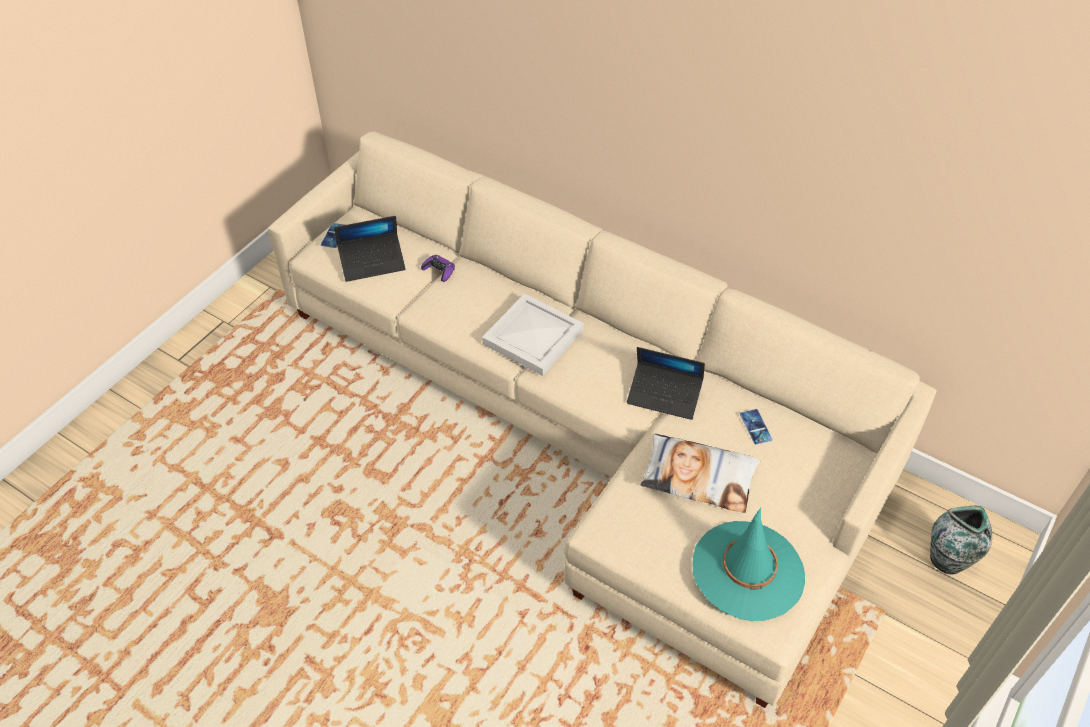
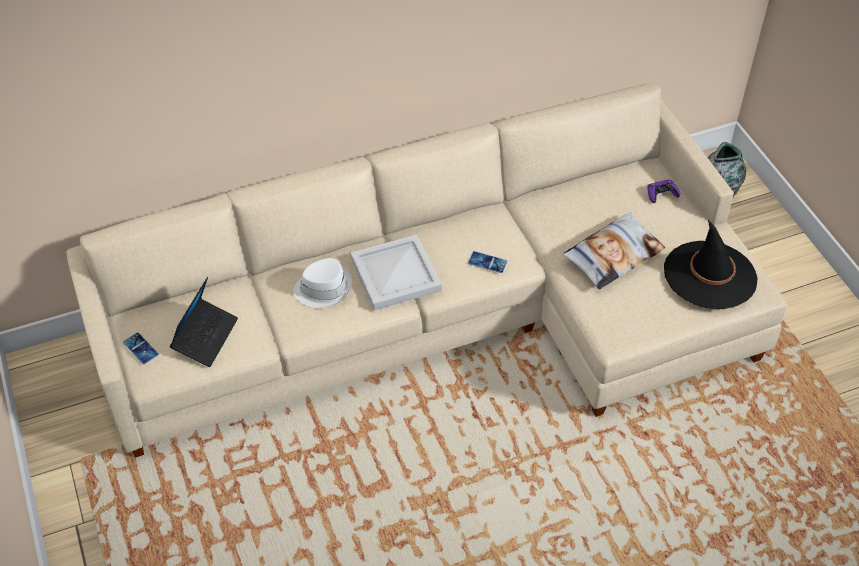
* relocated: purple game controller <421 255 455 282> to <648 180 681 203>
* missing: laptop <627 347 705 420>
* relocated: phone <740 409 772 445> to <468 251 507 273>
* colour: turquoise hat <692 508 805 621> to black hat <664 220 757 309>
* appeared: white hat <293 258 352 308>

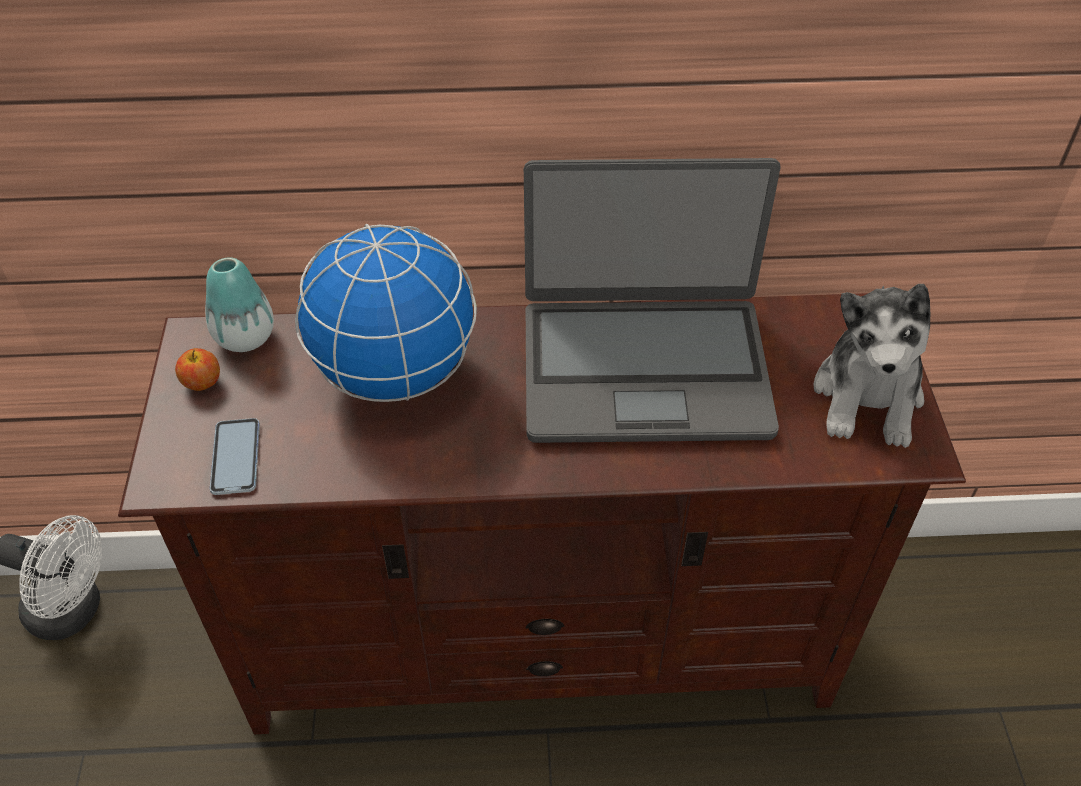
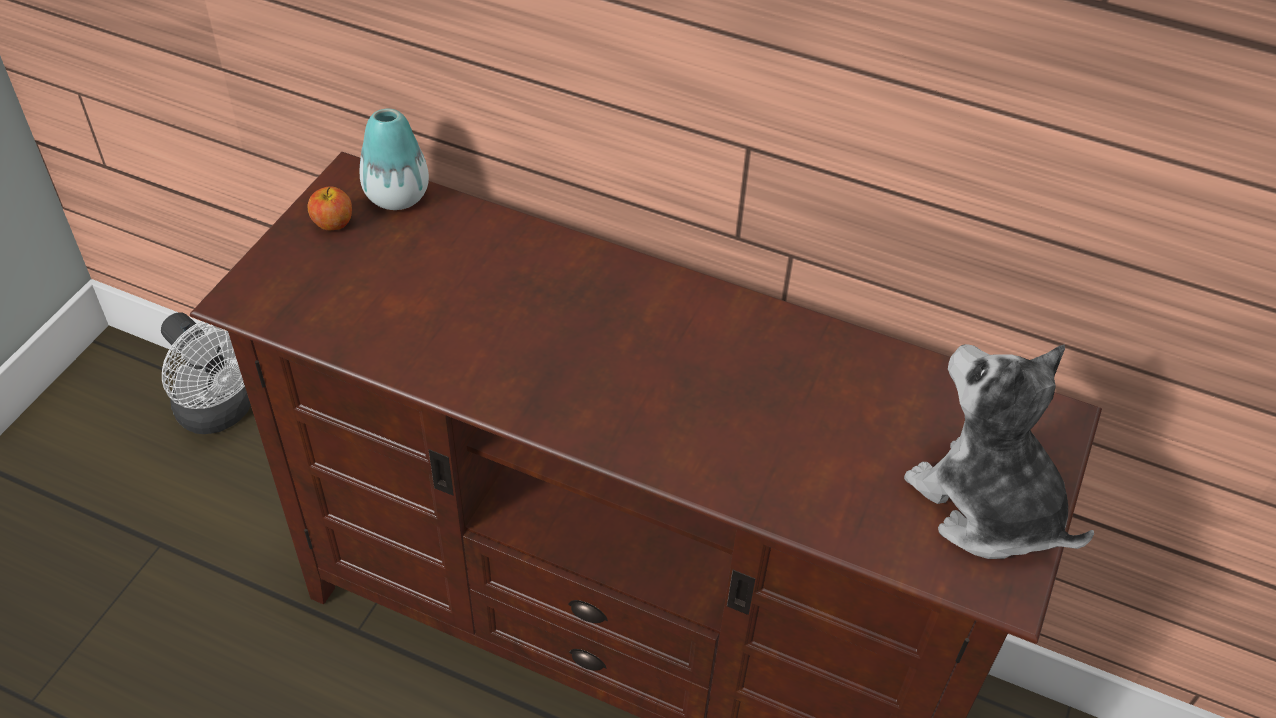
* missing: laptop <524 158 781 443>
* missing: globe <295 224 477 402>
* spun: plush toy <813 284 930 448> = <904 344 1094 559> 105 degrees clockwise
* missing: phone <210 418 260 495>

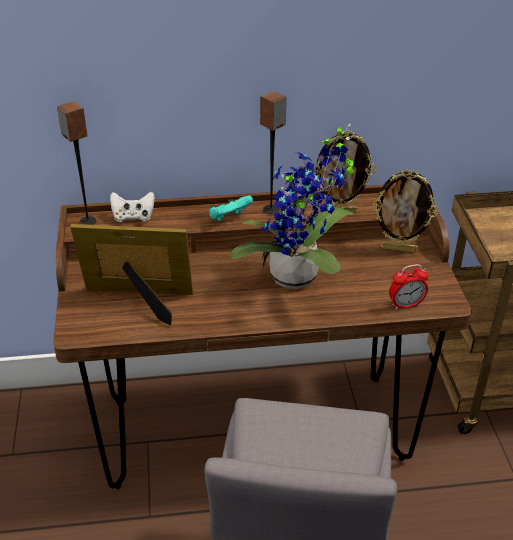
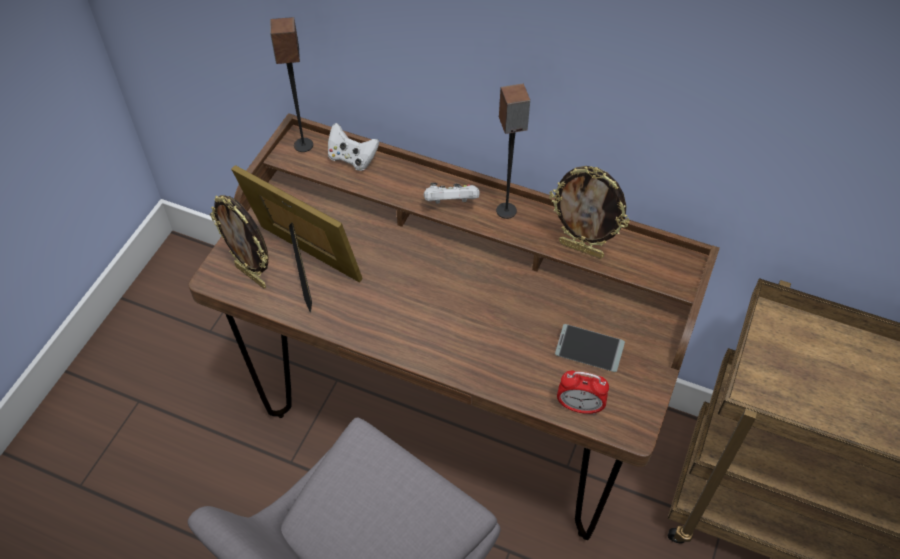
* missing: potted plant <230 124 354 289>
* relocated: picture frame <373 169 438 253> to <210 195 269 289>
* colour: turquoise game controller <210 196 253 221> to white game controller <424 183 480 204>
* appeared: phone <555 324 625 372>

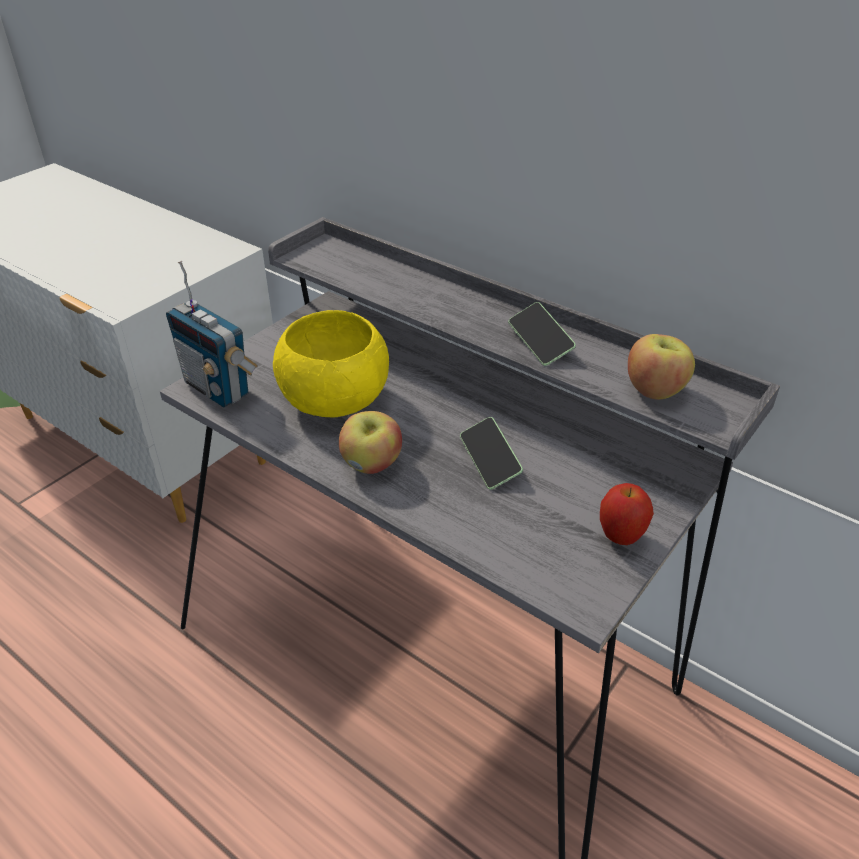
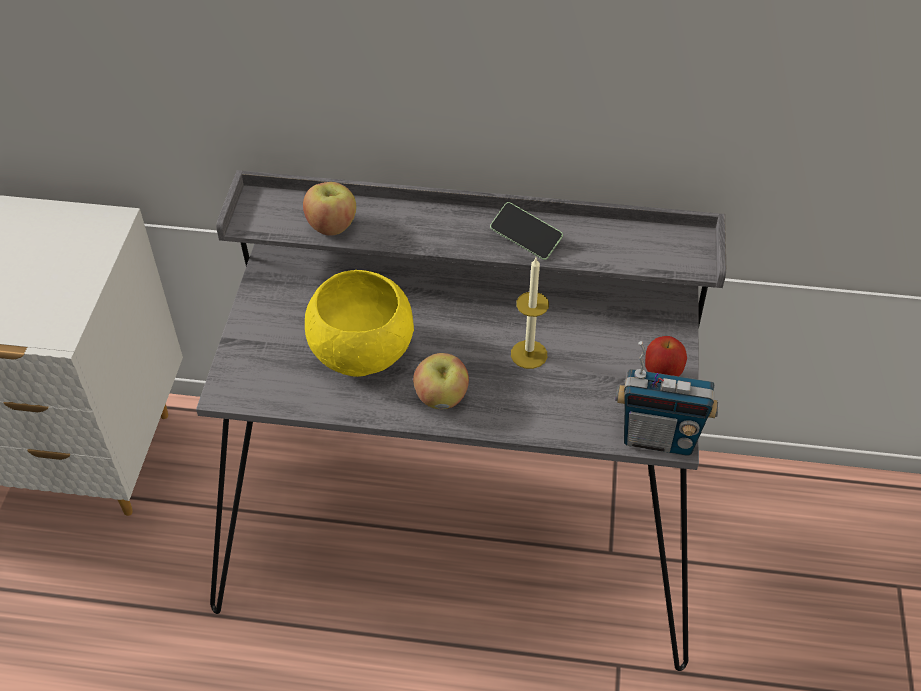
* relocated: radio <166 261 258 408> to <615 341 719 456>
* relocated: apple <628 334 695 400> to <303 182 356 236>
* exchanged: phone <460 417 523 490> to candle <511 258 549 369>

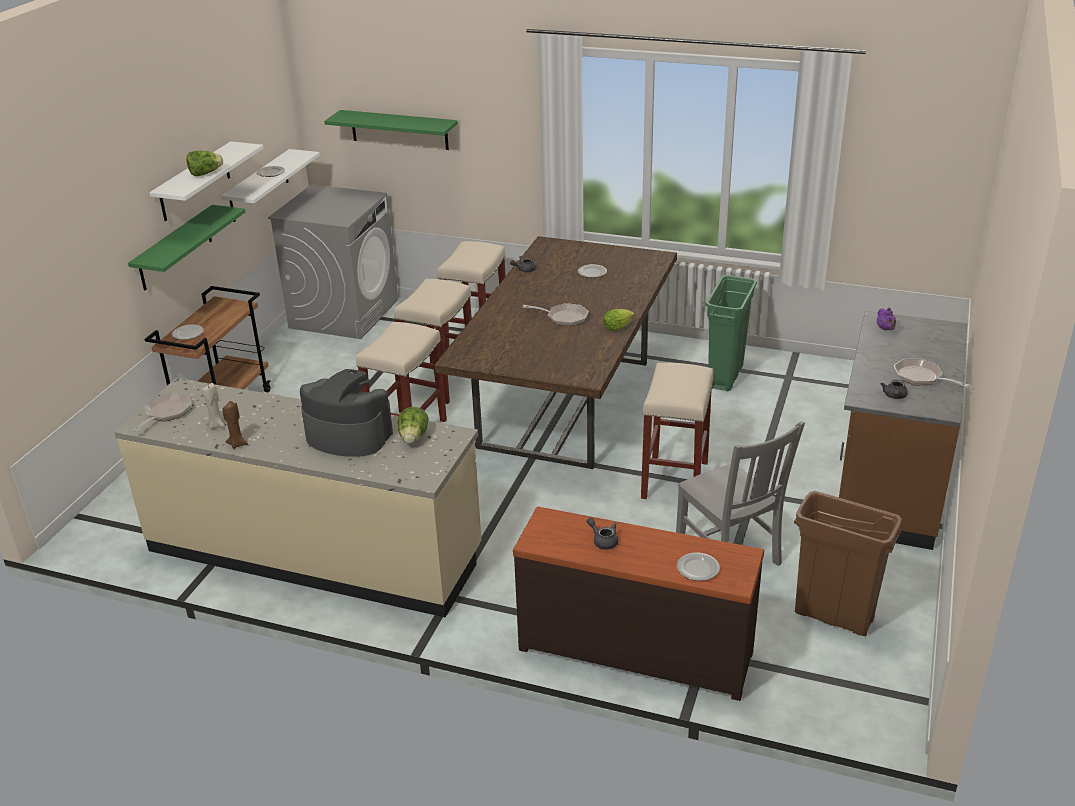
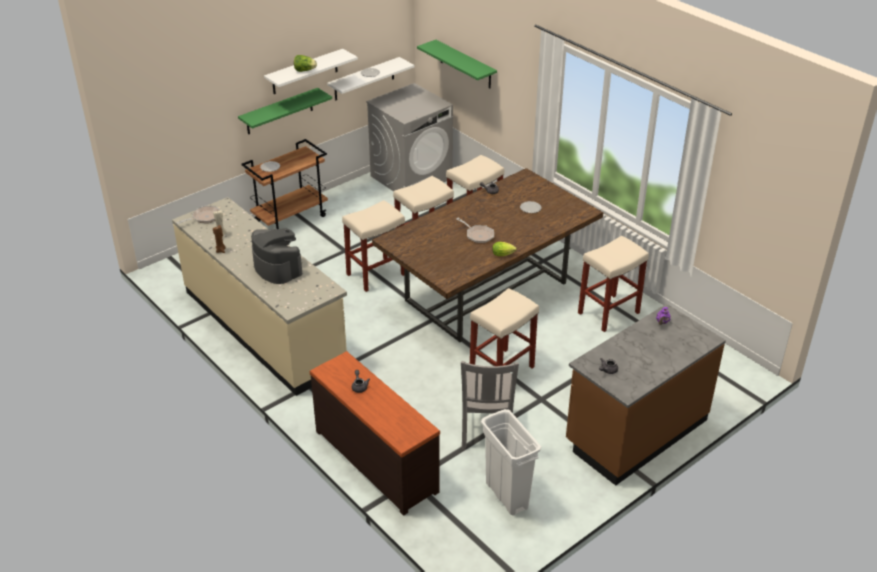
* exchanged: green trash can <706 275 757 392> to beige stool <578 236 649 332>
* missing: frying pan <894 359 970 388>
* missing: lettuce <398 407 429 444>
* colour: brown trash can <794 491 902 636> to white trash can <481 409 541 516>
* missing: plate <677 552 720 581>

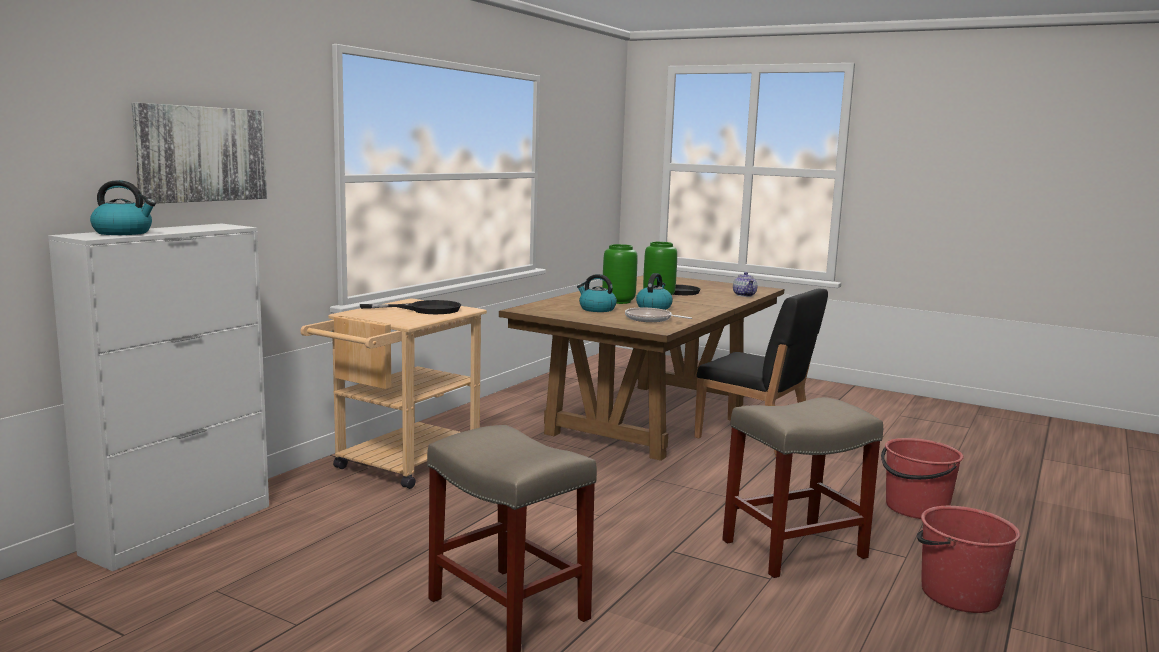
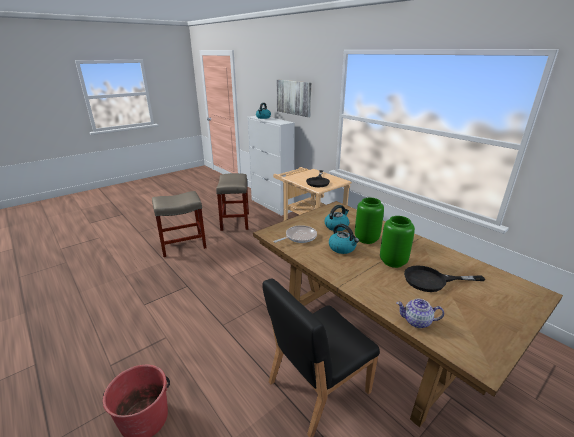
* relocated: beige stool <722 397 883 578> to <216 173 249 231>
* missing: red bucket <917 506 1020 613>

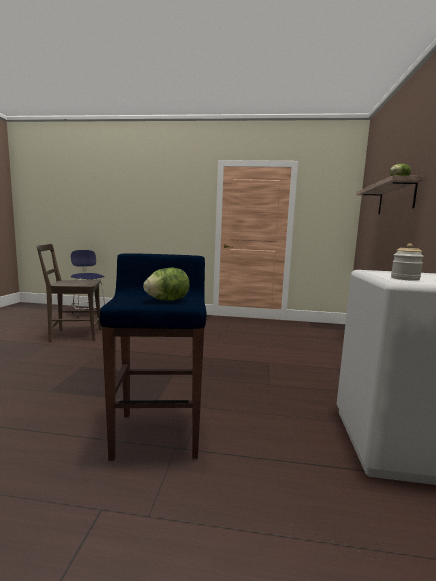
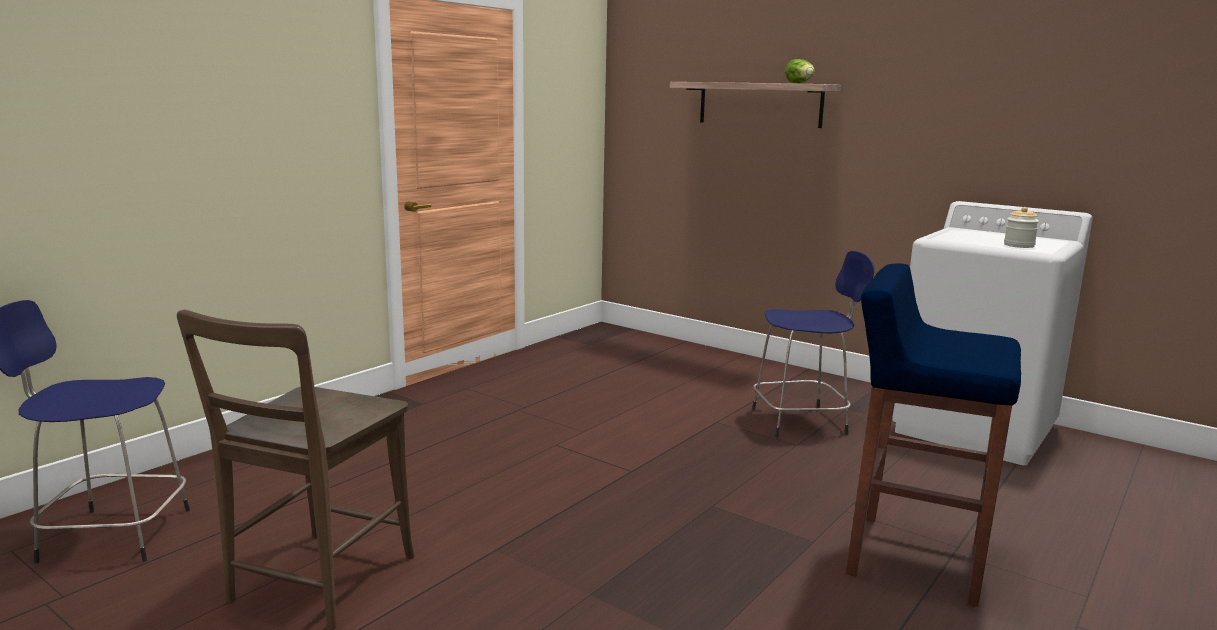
* missing: lettuce <143 268 190 301>
* appeared: blue stool <752 251 874 438>

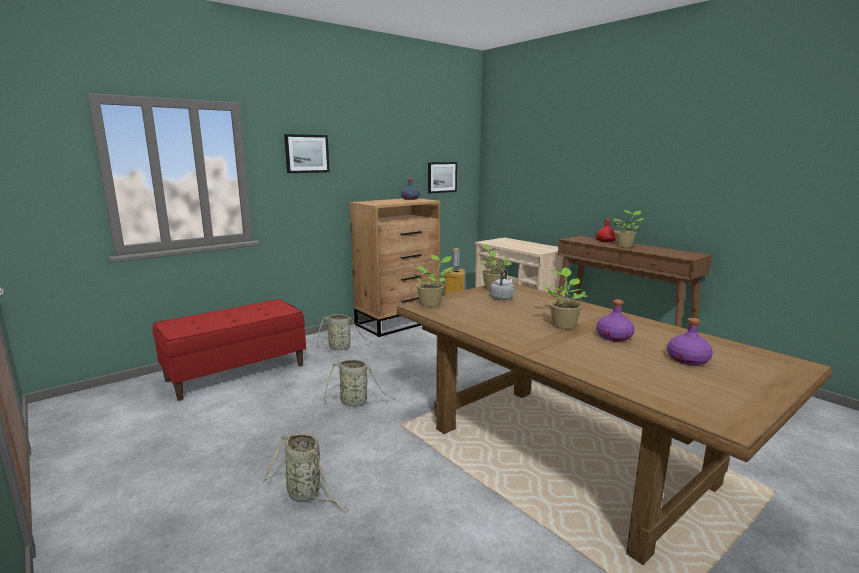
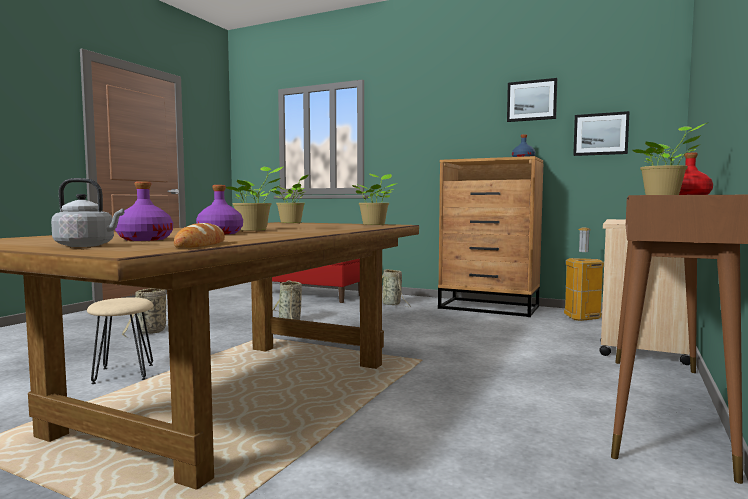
* relocated: picture <284 134 330 173> to <507 78 557 122>
* relocated: grey kettle <490 269 515 300> to <51 178 124 247>
* appeared: bread <174 223 225 248>
* appeared: beige stool <87 298 153 384>

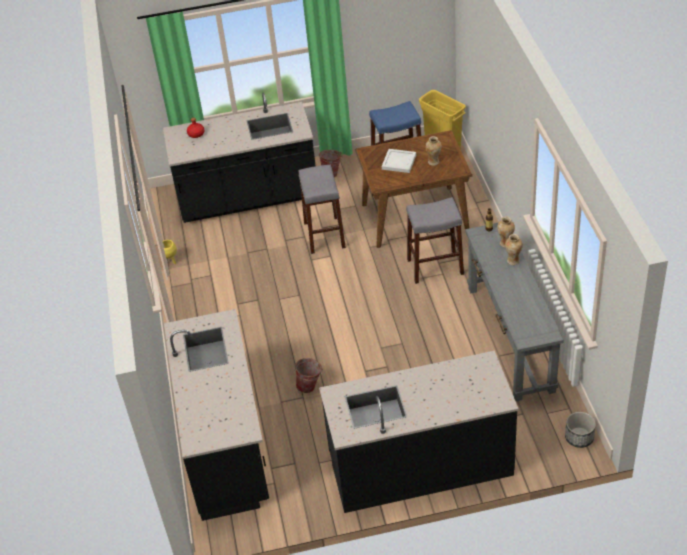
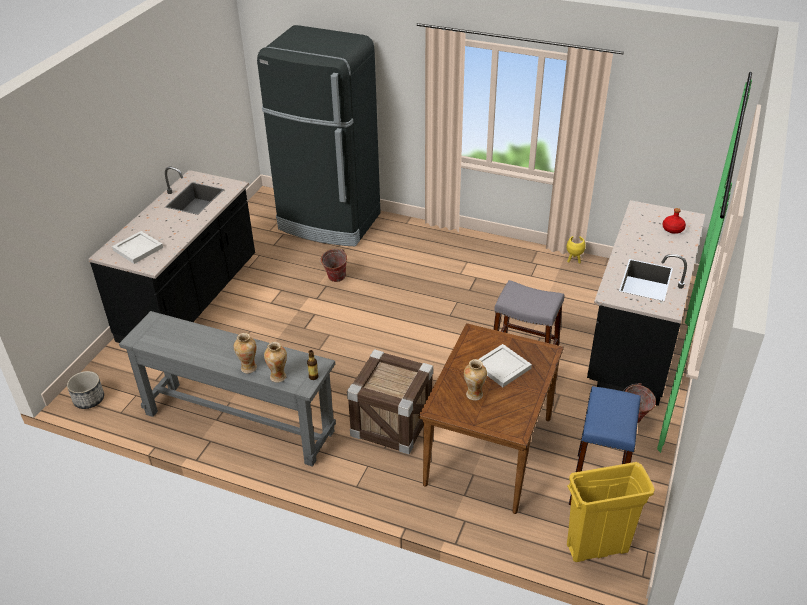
* exchanged: grey stool <406 197 464 284> to crate <347 349 433 454>
* exchanged: black counter <164 309 269 521> to black fridge <257 25 380 246>
* appeared: white tray <112 231 163 264>

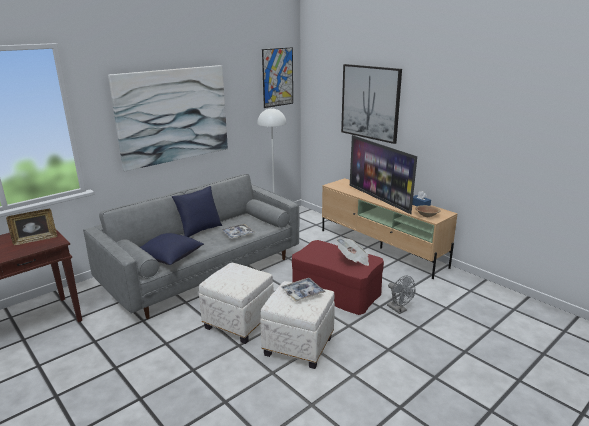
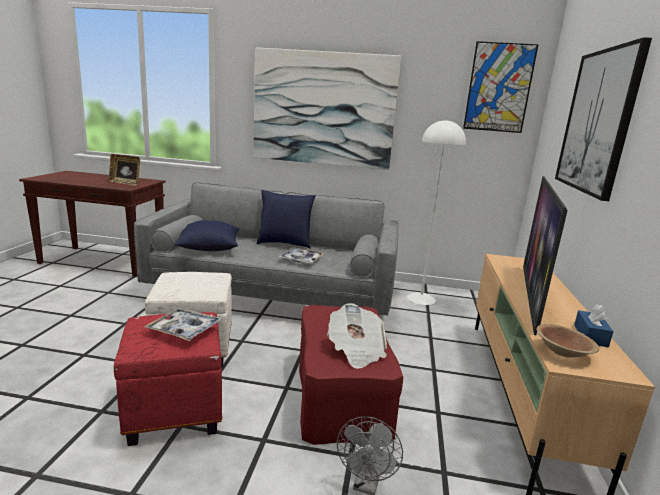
* colour: white ottoman <260 281 335 369> to red ottoman <114 312 222 446>

